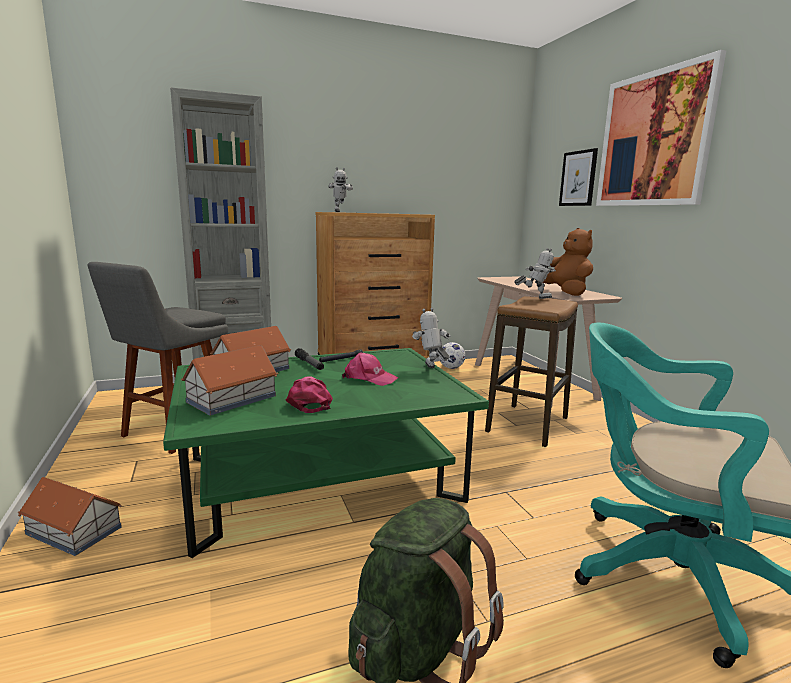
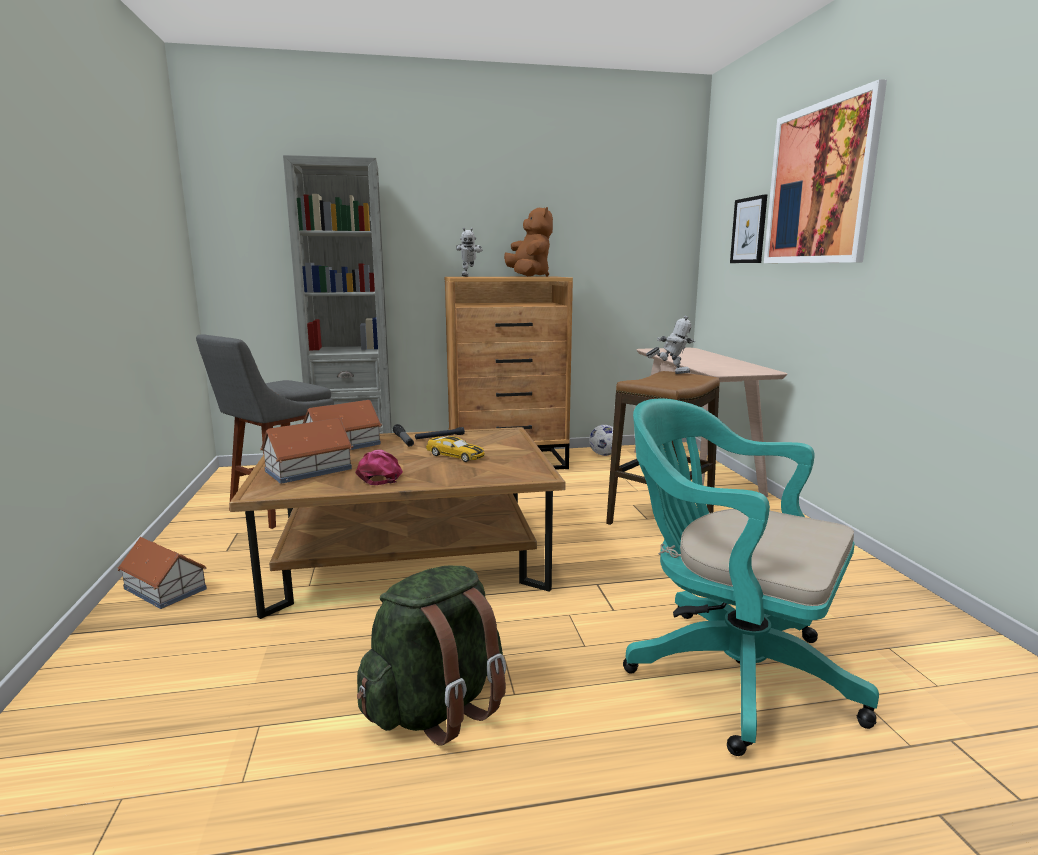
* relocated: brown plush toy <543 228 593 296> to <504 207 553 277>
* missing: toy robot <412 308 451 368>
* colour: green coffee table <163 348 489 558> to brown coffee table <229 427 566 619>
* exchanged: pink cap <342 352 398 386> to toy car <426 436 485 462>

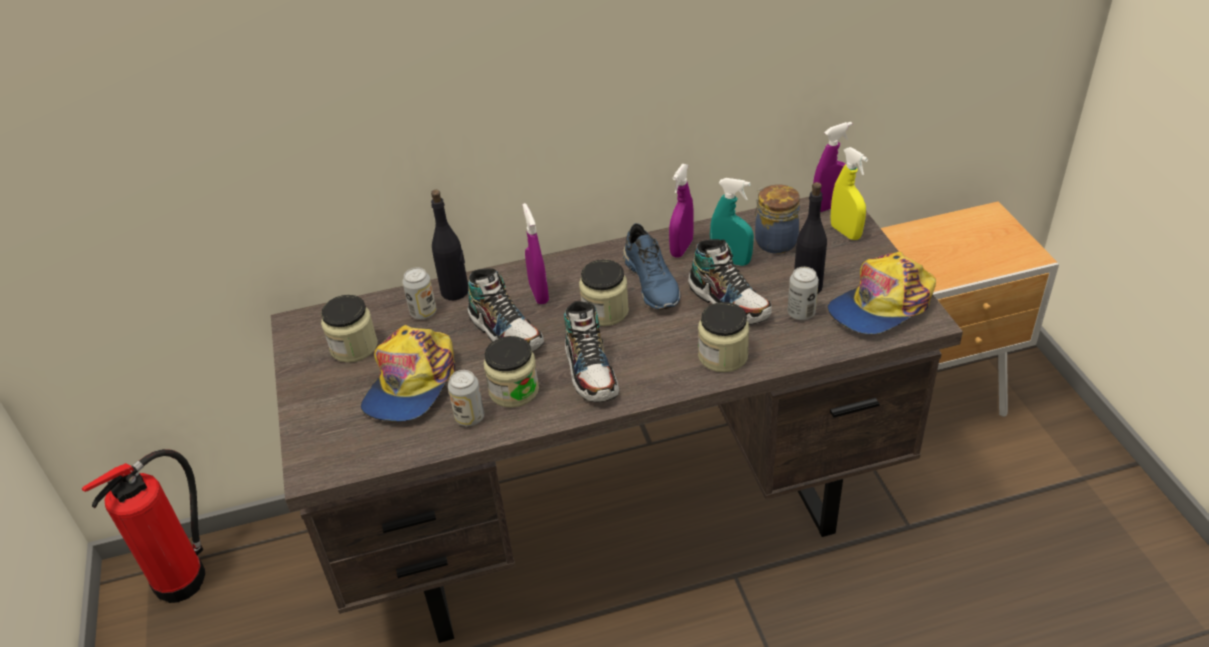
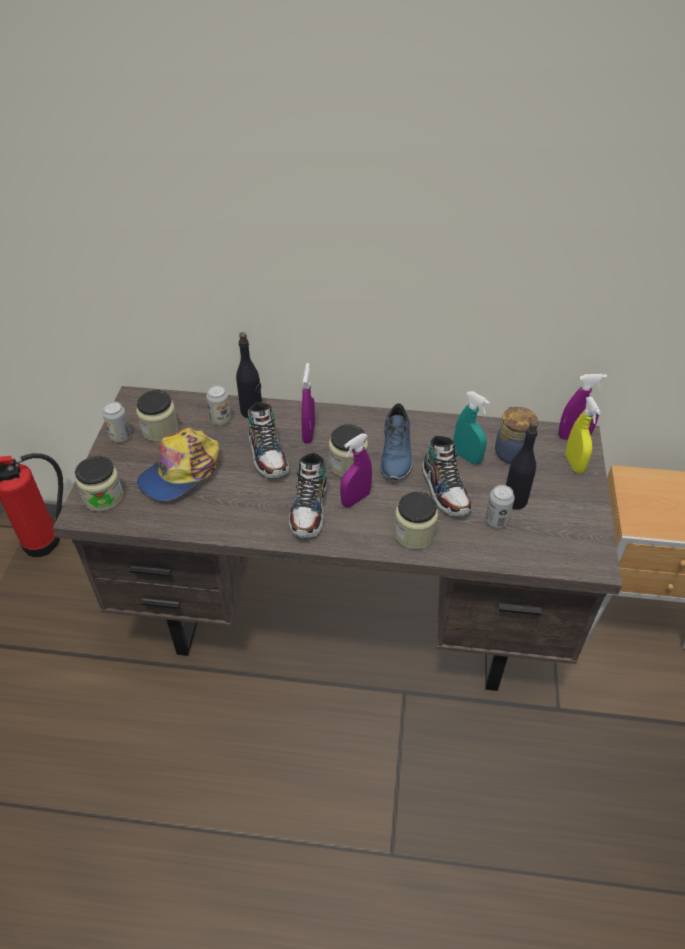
* relocated: purple spray bottle <669 164 694 258> to <340 433 372 507>
* missing: cap <827 252 936 334>
* relocated: jar <484 336 539 408> to <75 456 124 512>
* relocated: can <448 370 484 426> to <102 402 131 442>

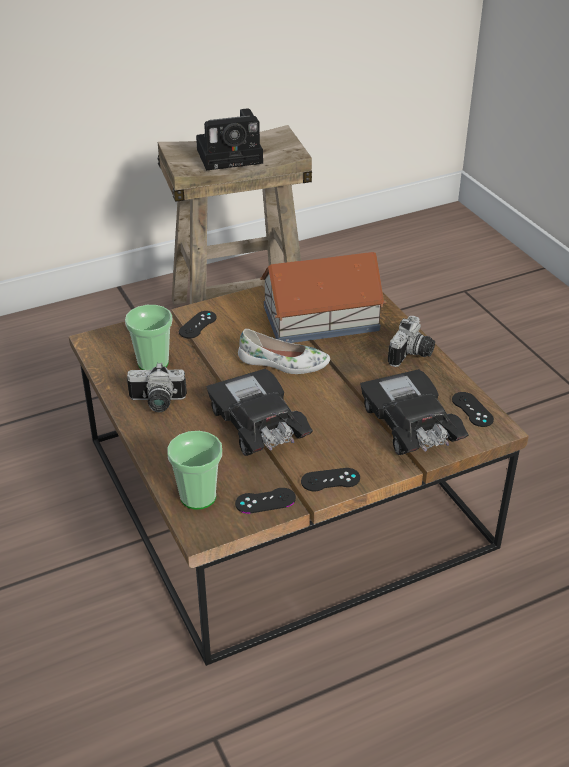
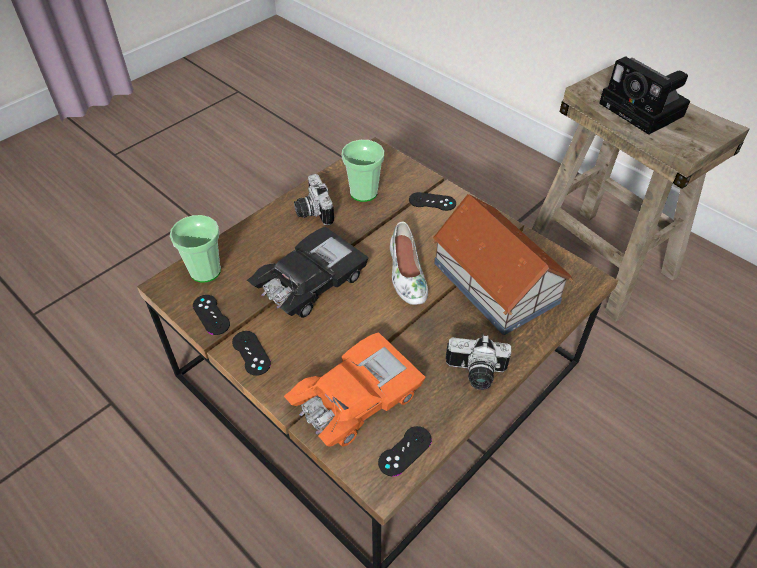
* colour: black toy car <360 369 469 455> to orange toy car <284 332 425 446>

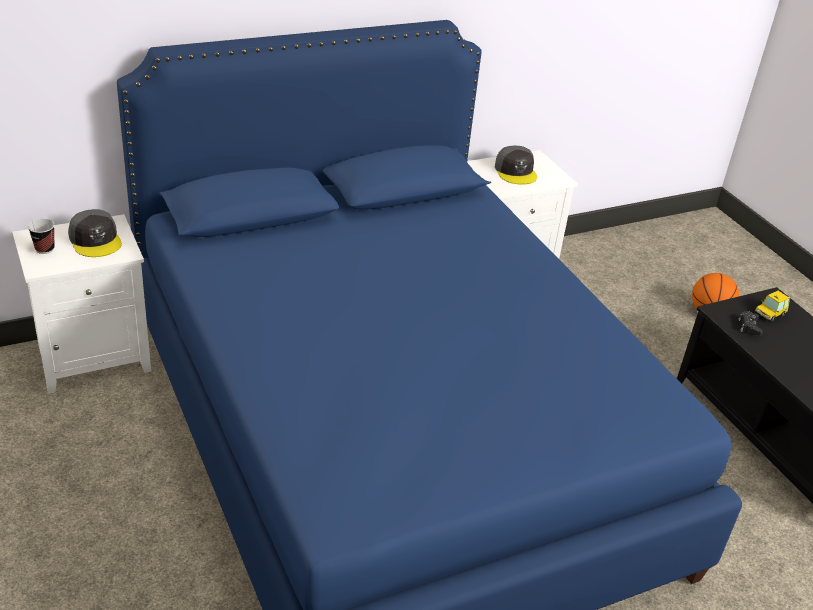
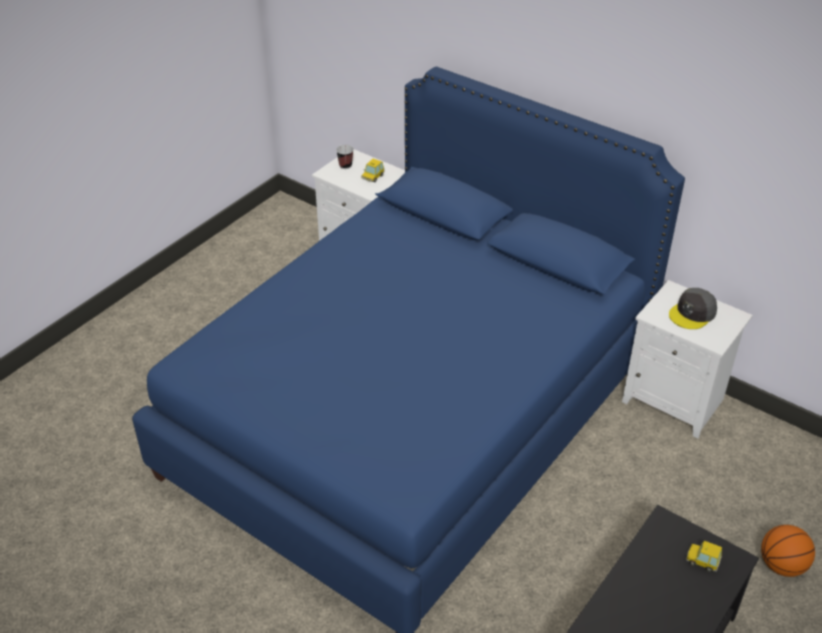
* exchanged: grey cap <68 209 122 257> to toy car <361 159 385 182>
* missing: black game controller <739 311 763 336>

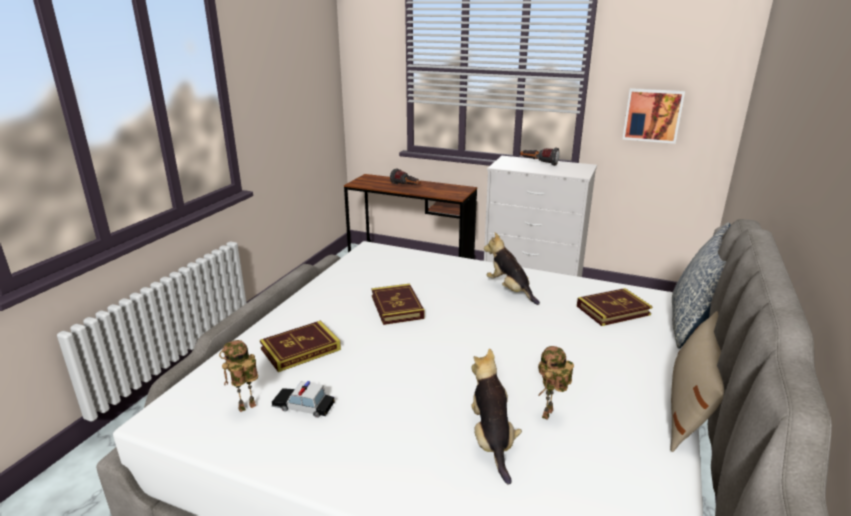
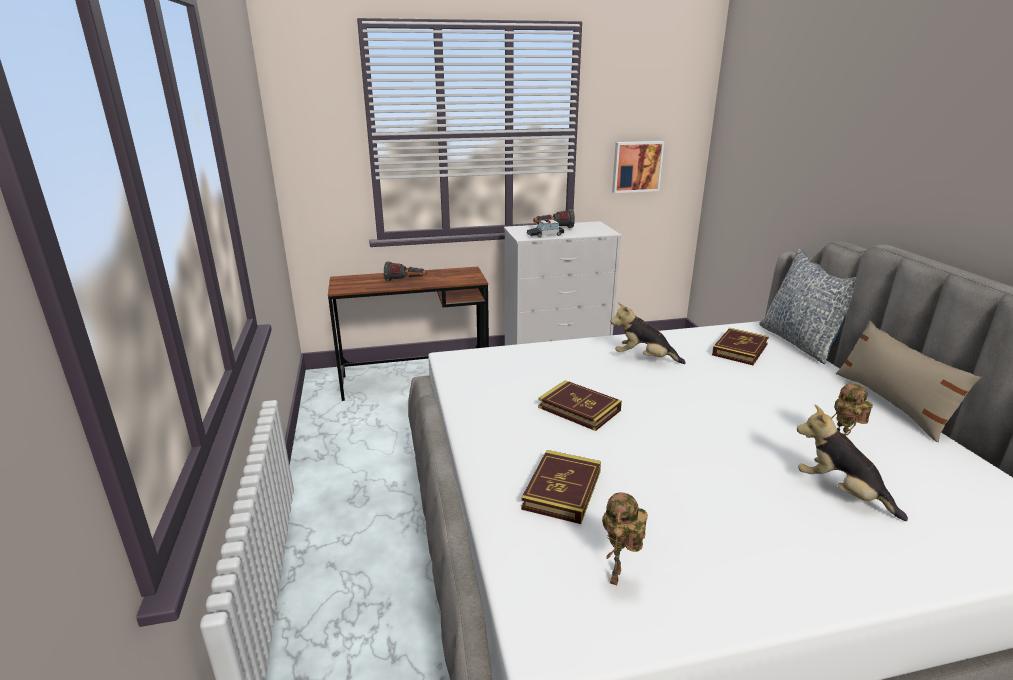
* relocated: toy car <271 381 335 418> to <526 219 564 238>

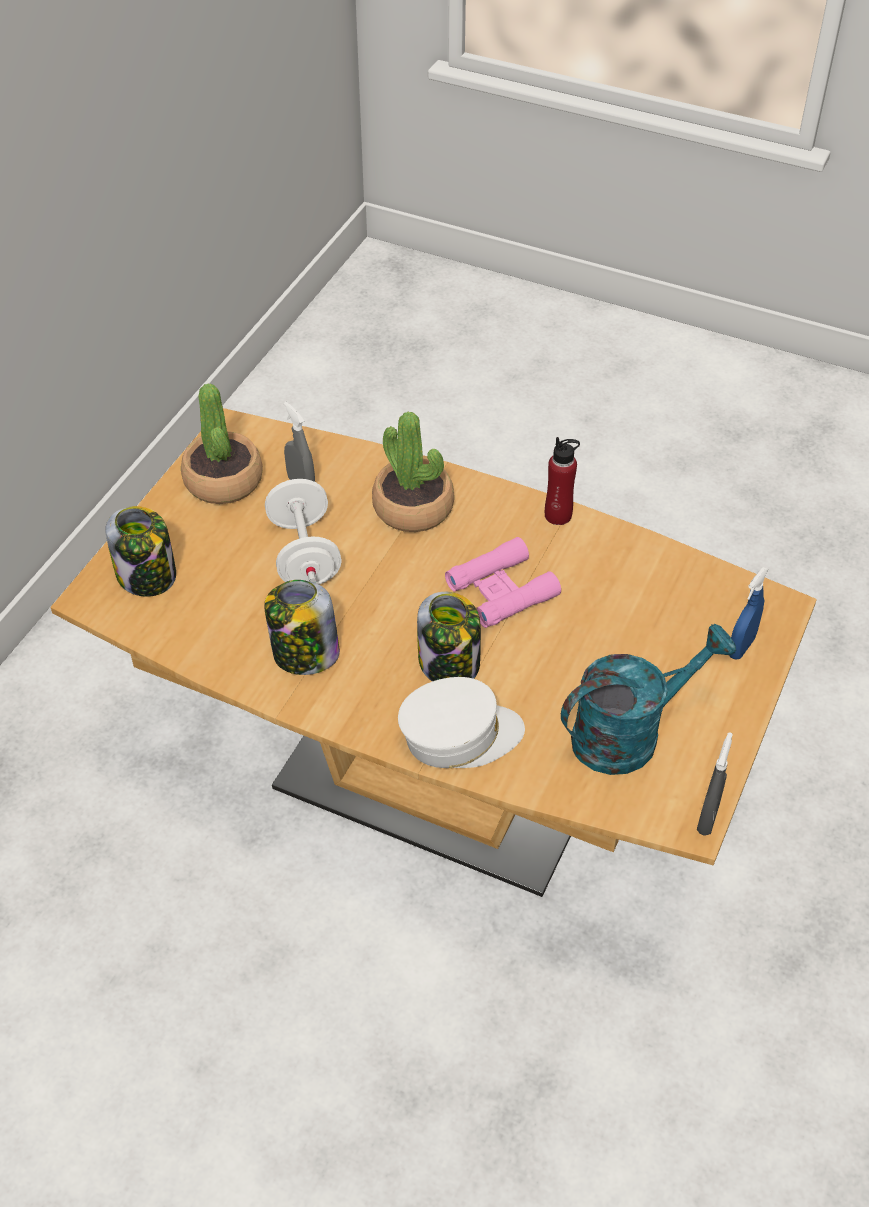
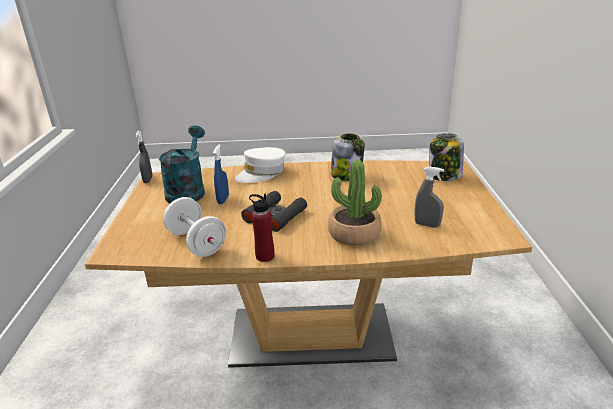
* missing: potted plant <181 384 263 504>
* relocated: white dumbbell <265 479 342 585> to <163 197 227 257>
* colour: pink binoculars <445 537 561 628> to black binoculars <241 191 307 232>
* relocated: blue spray bottle <729 567 768 660> to <213 144 229 204>
* missing: jar <417 592 481 681>
* spun: turquoise watering can <561 624 736 775> = <159 125 205 203> 150 degrees clockwise

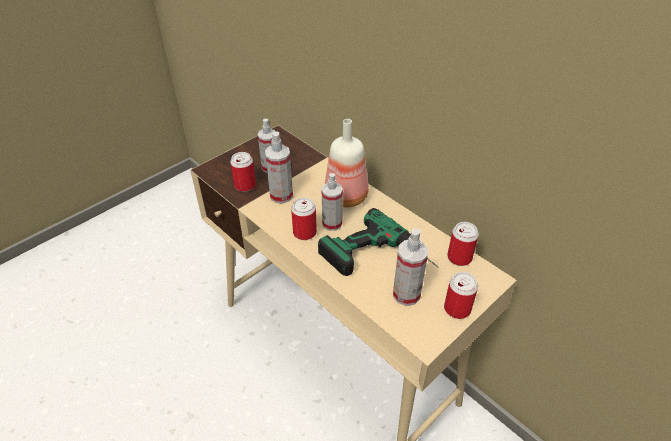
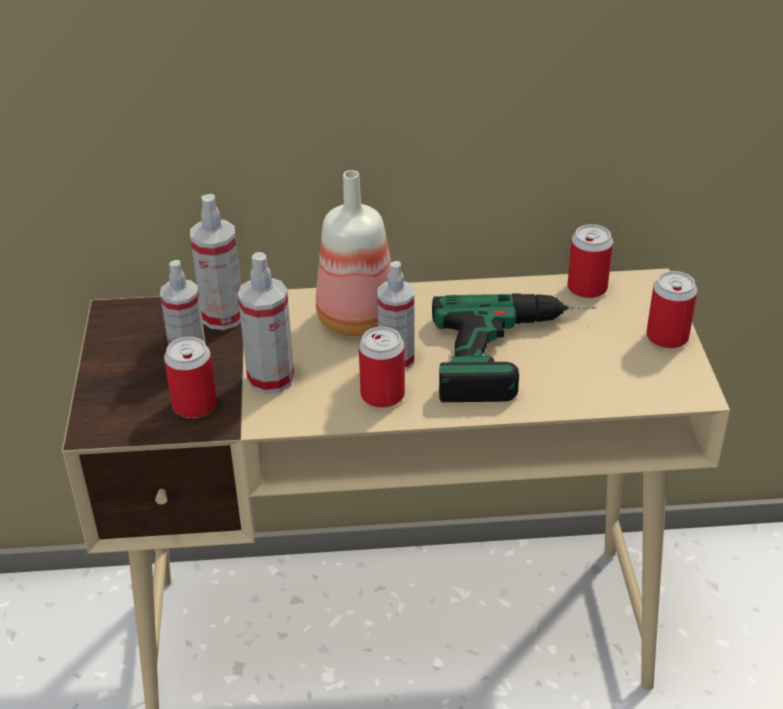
* relocated: spray bottle <393 228 428 306> to <190 194 241 330>

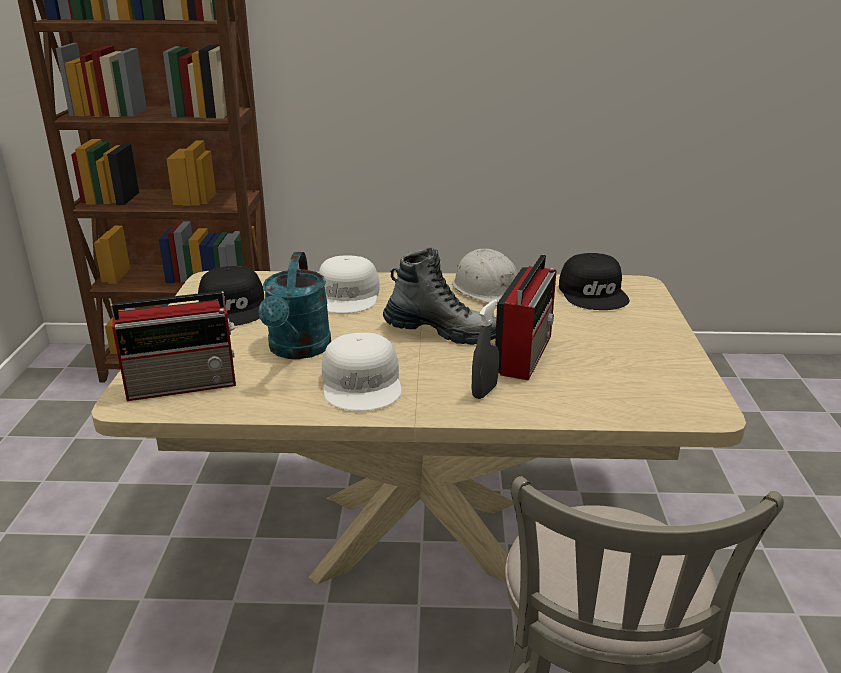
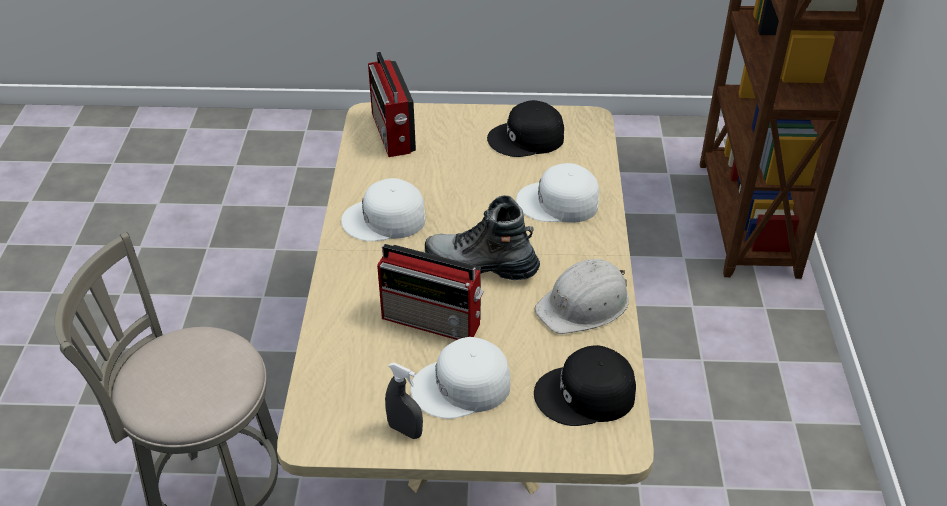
* spun: boot <383 247 496 345> = <425 195 540 280> 90 degrees clockwise
* missing: turquoise watering can <258 252 331 359>
* relocated: grey spray bottle <472 299 499 399> to <385 363 423 439>
* appeared: white cap <410 337 510 419>

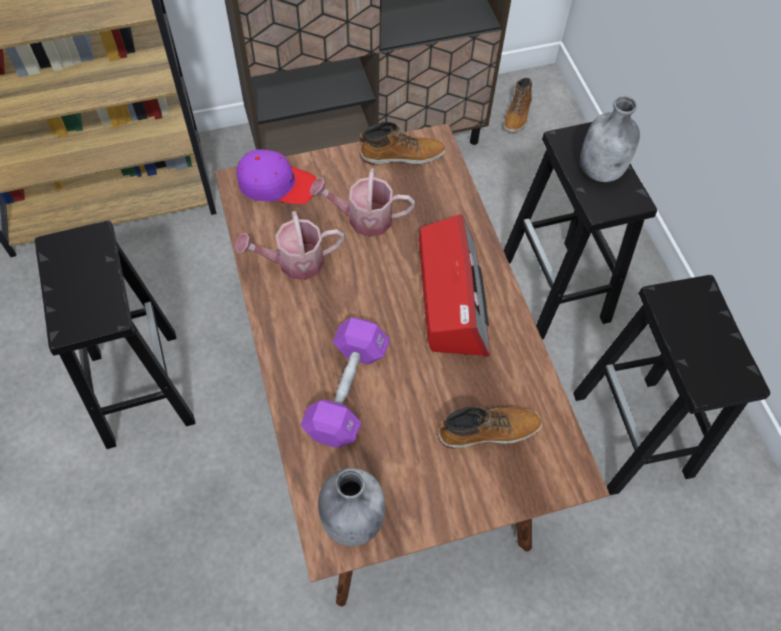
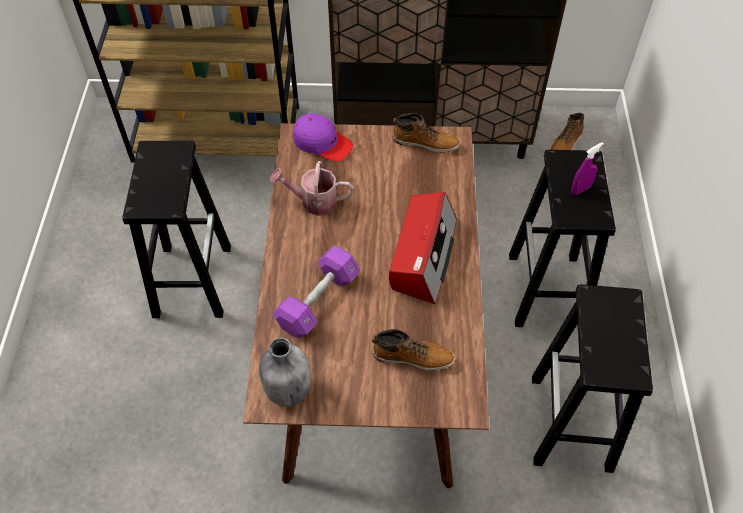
* exchanged: grey bottle <580 96 640 182> to purple spray bottle <571 142 604 195>
* missing: watering can <310 168 415 237>

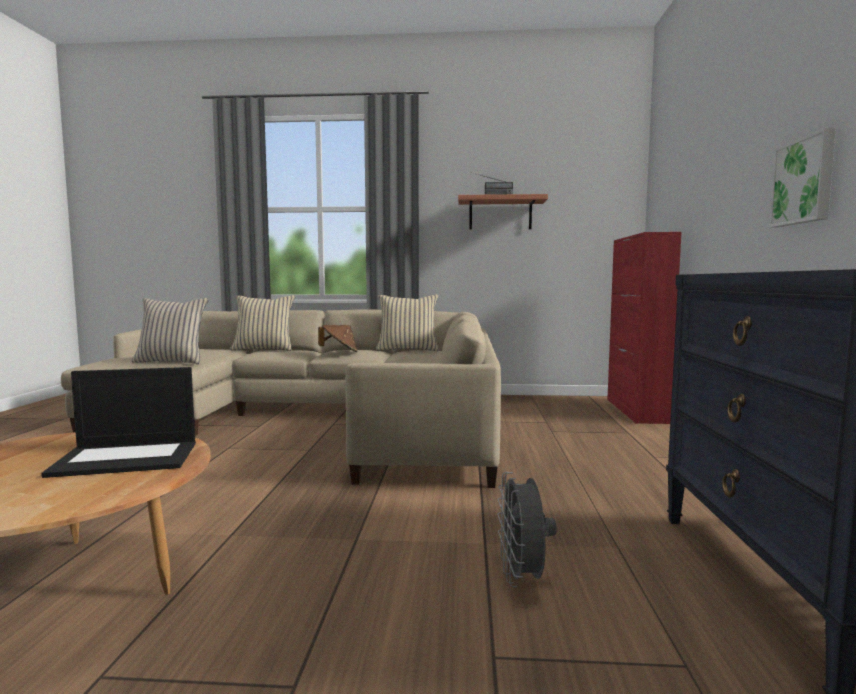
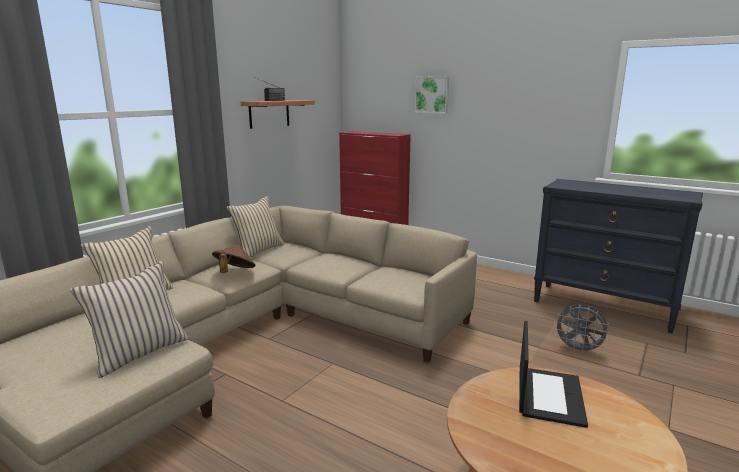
* relocated: picture <769 127 836 228> to <414 76 449 114>

